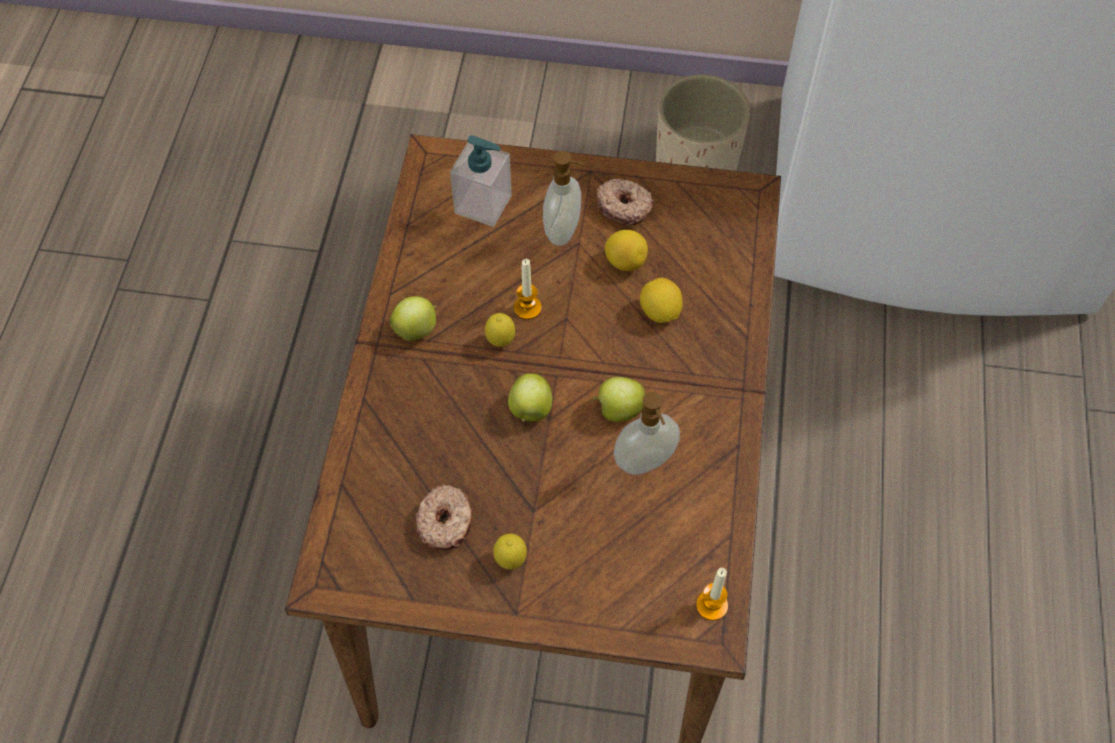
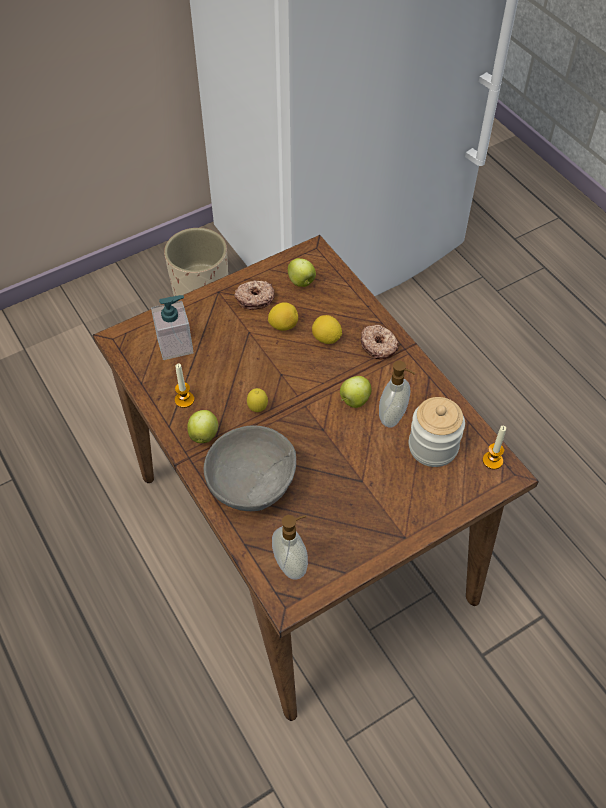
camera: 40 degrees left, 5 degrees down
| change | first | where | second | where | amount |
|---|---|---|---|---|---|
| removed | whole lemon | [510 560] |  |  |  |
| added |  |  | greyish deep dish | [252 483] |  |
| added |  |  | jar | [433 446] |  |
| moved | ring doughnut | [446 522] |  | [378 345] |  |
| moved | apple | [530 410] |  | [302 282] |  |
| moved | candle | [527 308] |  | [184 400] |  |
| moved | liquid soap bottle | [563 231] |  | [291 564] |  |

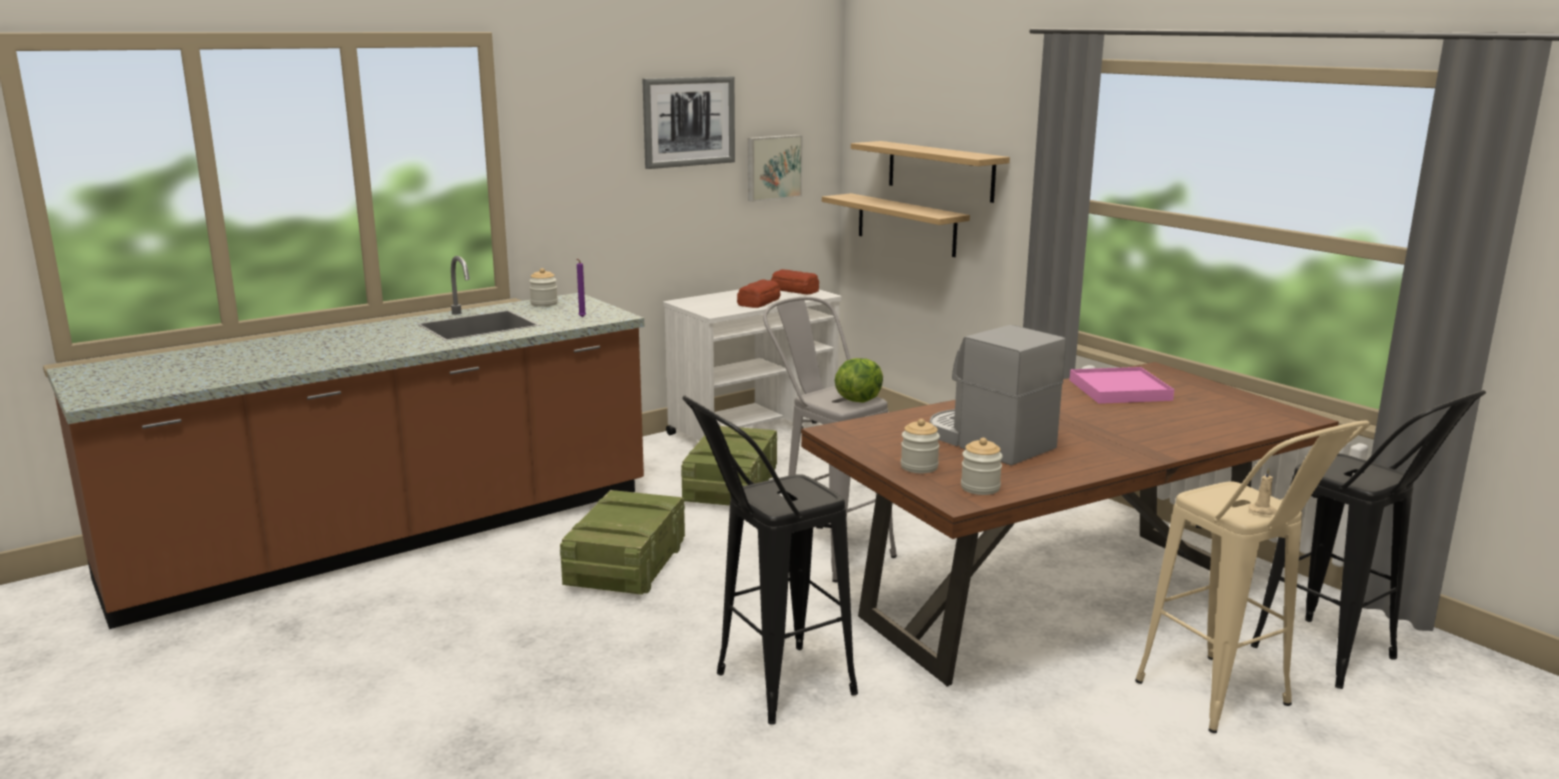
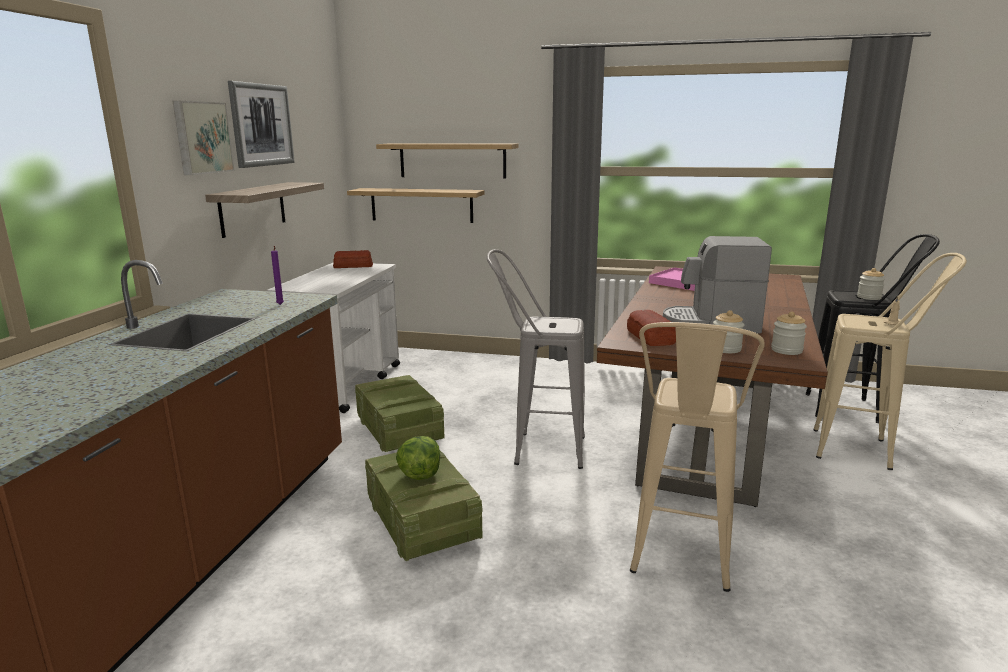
camera: 40 degrees left, 0 degrees up
| change | first | where | second | where | amount |
|---|---|---|---|---|---|
| added |  |  | bracket shelf | [253 208] |  |
| moved | jar | [544 304] |  | [869 297] |  |
| moved | bakery bread | [758 302] |  | [650 337] |  |
| moved | wall picture | [773 167] |  | [201 137] |  |
| moved | lettuce | [858 400] |  | [419 475] |  |
| recoloured | blackish sitting stool | [767 690] | sand-coloured sitting stool | [680 567] |  |

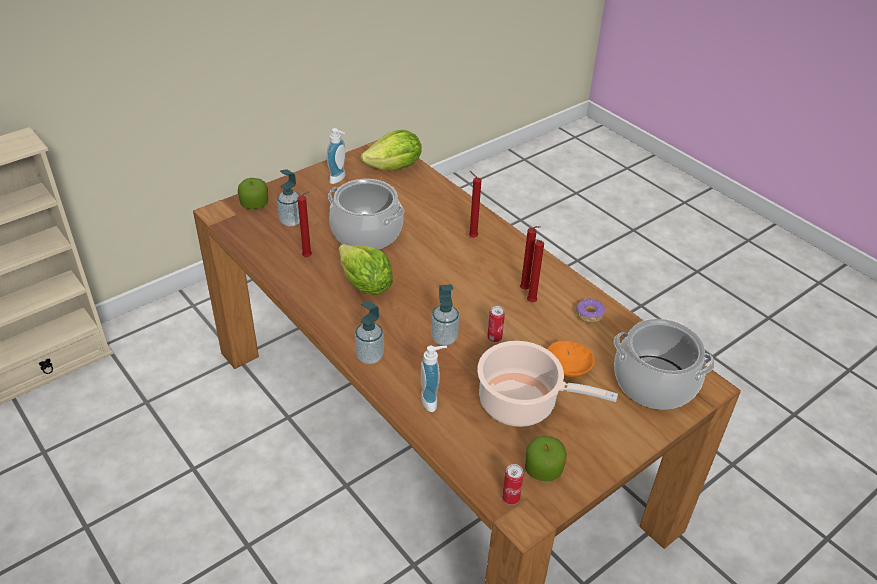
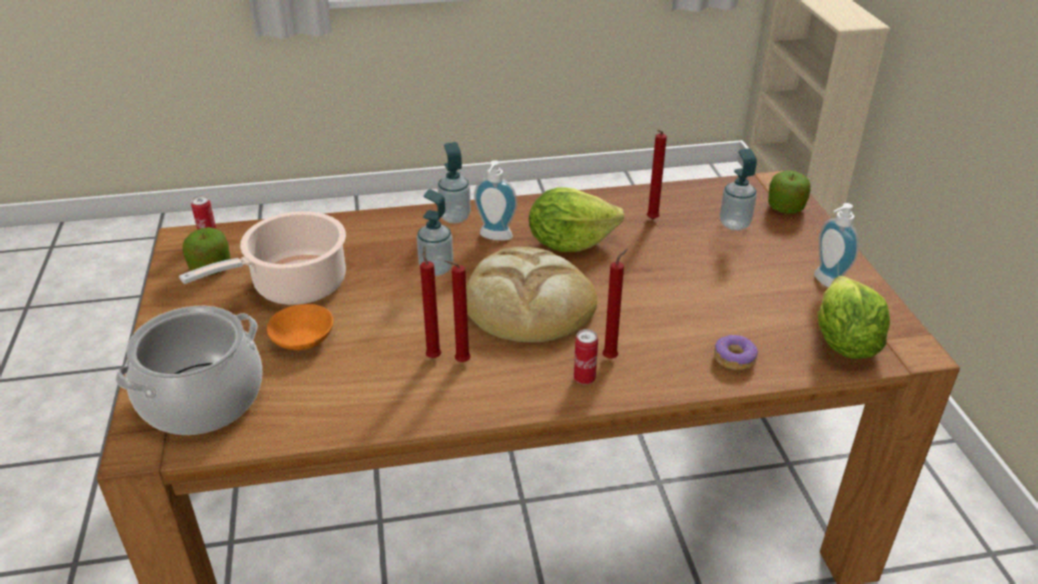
camera: 120 degrees right, 5 degrees down
| change | first | where | second | where | amount |
|---|---|---|---|---|---|
| removed | stockpot | [367 232] |  |  |  |
| added |  |  | bakery bread | [528 302] |  |
| moved | liquid soap bottle | [432 400] |  | [495 238] |  |
| moved | can | [494 338] |  | [584 378] |  |
| moved | ring doughnut | [589 315] |  | [734 358] |  |

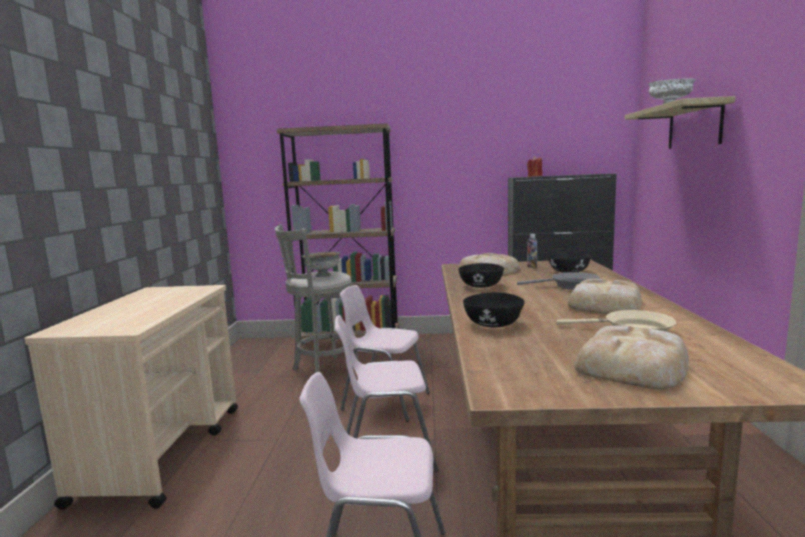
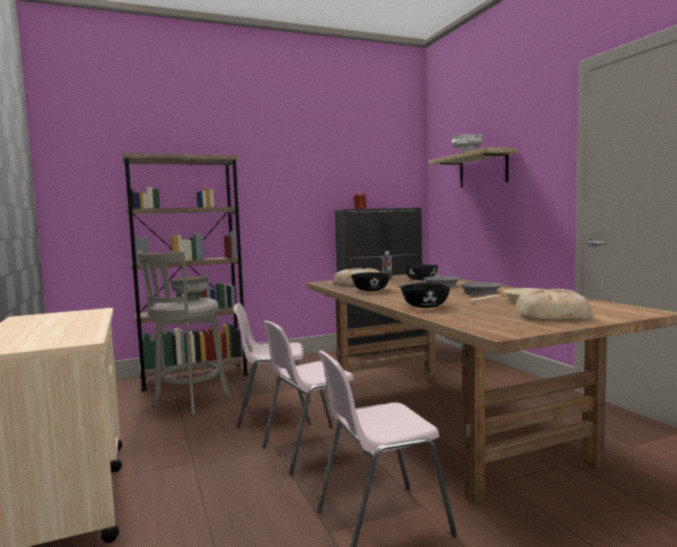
camera: 25 degrees left, 5 degrees down
| change | first | where | second | where | amount |
|---|---|---|---|---|---|
| replaced | bakery bread | [603 305] | greyish pan | [480 292] |  |

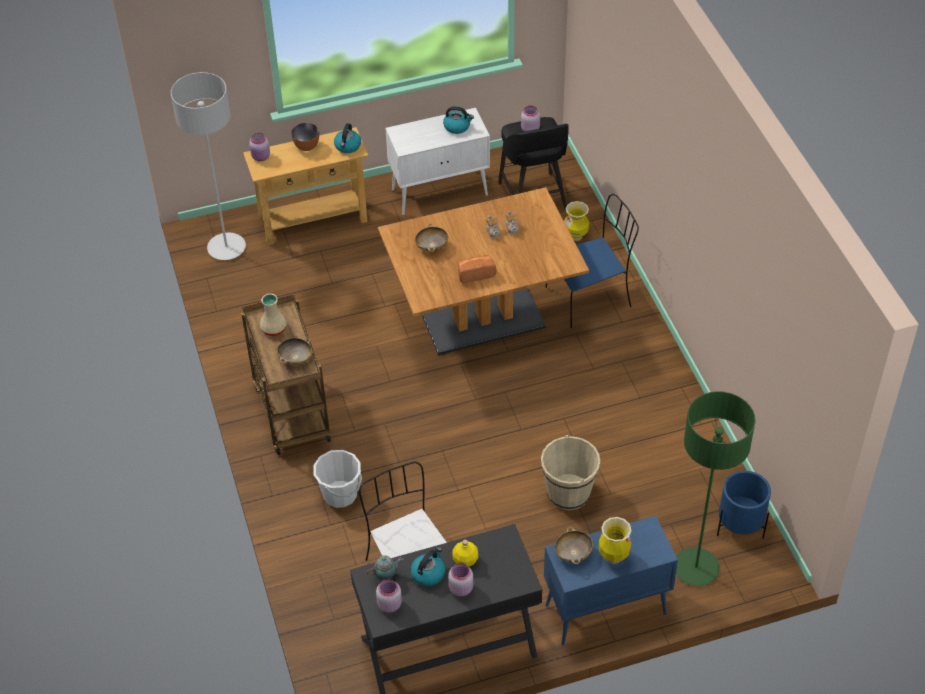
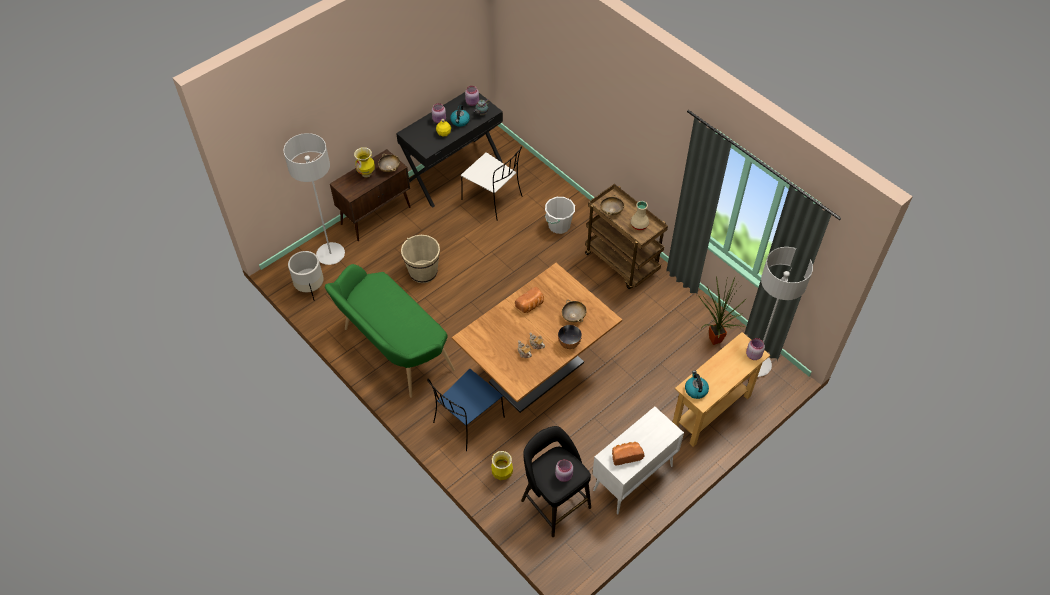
camera: 155 degrees right, 5 degrees up
| change | first | where | second | where | amount |
|---|---|---|---|---|---|
| added |  |  | green long seat | [393 351] |  |
| added |  |  | houseplant | [712 340] |  |
| moved | deep dish | [307 146] |  | [569 343] |  |
| replaced | kettle | [457 127] | bakery bread | [626 455] |  |
| recoloured | blue storage cabinet | [604 610] | brownish storage cabinet | [376 215] |  |
| recoloured | green standing lamp | [696 568] | greyish standing lamp | [330 254] |  |
| recoloured | blue planter | [739 526] | white-coloured planter | [310 287] |  |

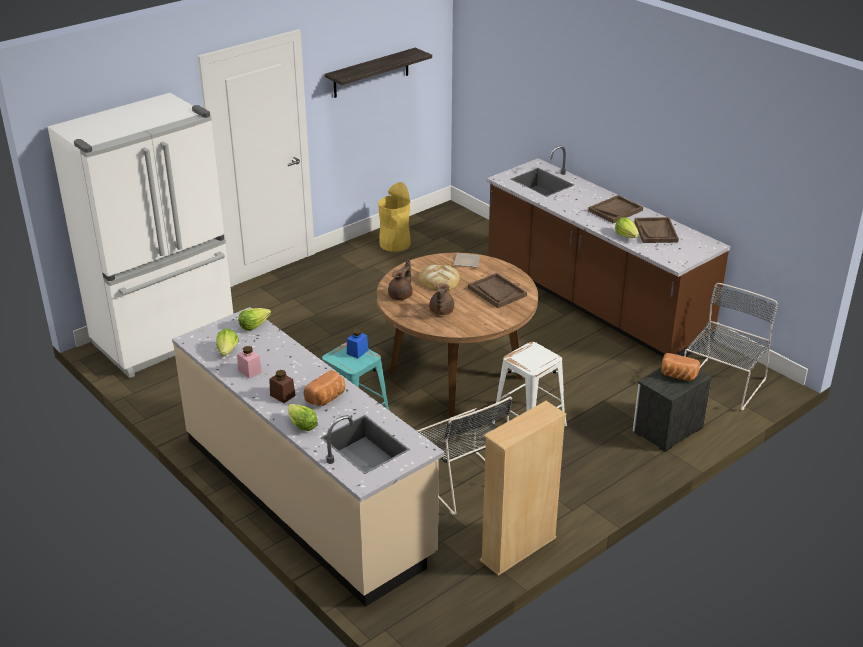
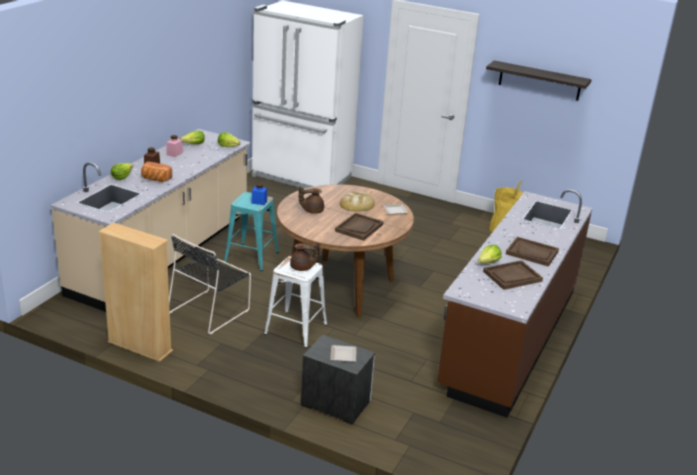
camera: 65 degrees right, 5 degrees down
| change | first | where | second | where | amount |
|---|---|---|---|---|---|
| removed | greyish plain chair | [722 385] |  |  |  |
| moved | brownish teapot | [401 295] |  | [302 268] |  |
| replaced | bakery bread | [677 376] | plate | [344 354] |  |

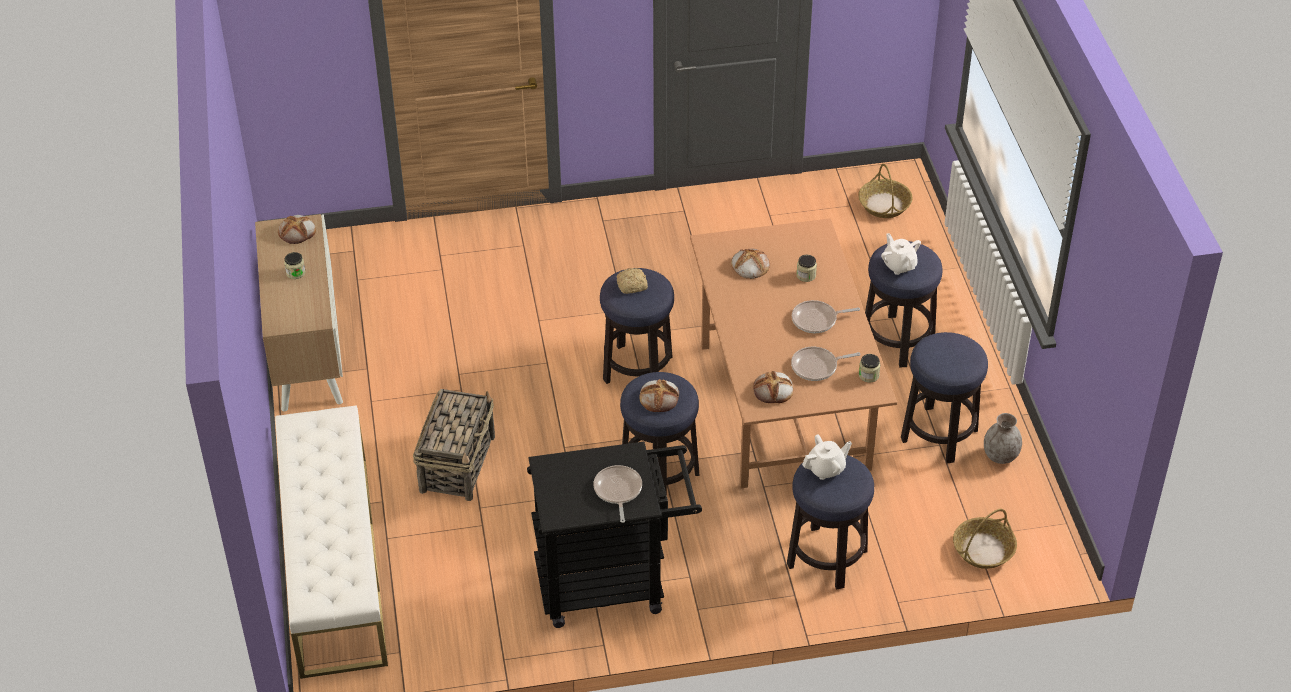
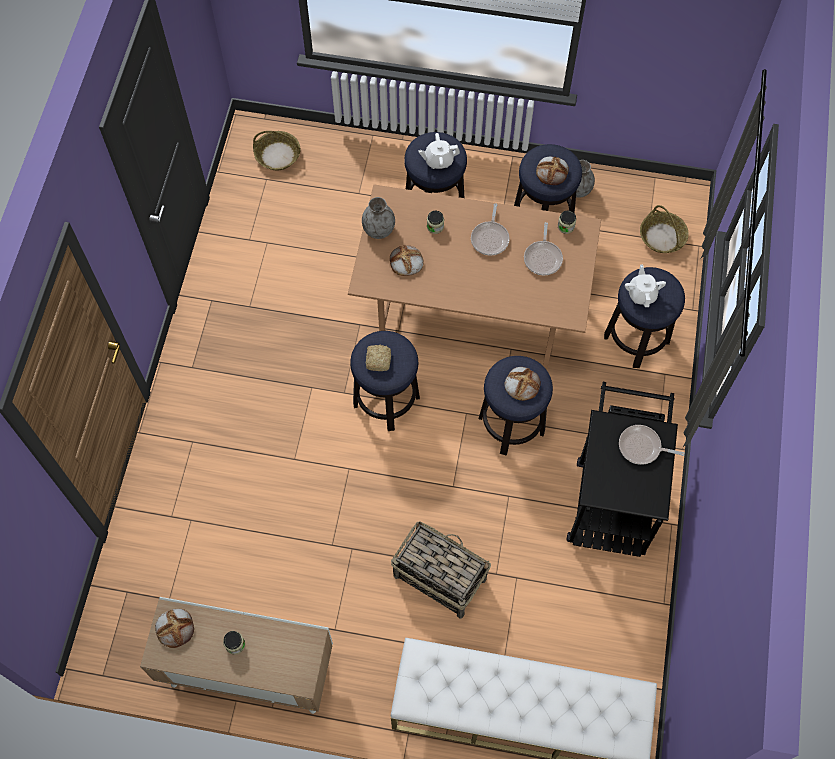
camera: 70 degrees left, 20 degrees up
| change | first | where | second | where | amount |
|---|---|---|---|---|---|
| added |  |  | greyish vase | [379 229] |  |
| moved | bakery bread | [773 390] |  | [552 172] |  |

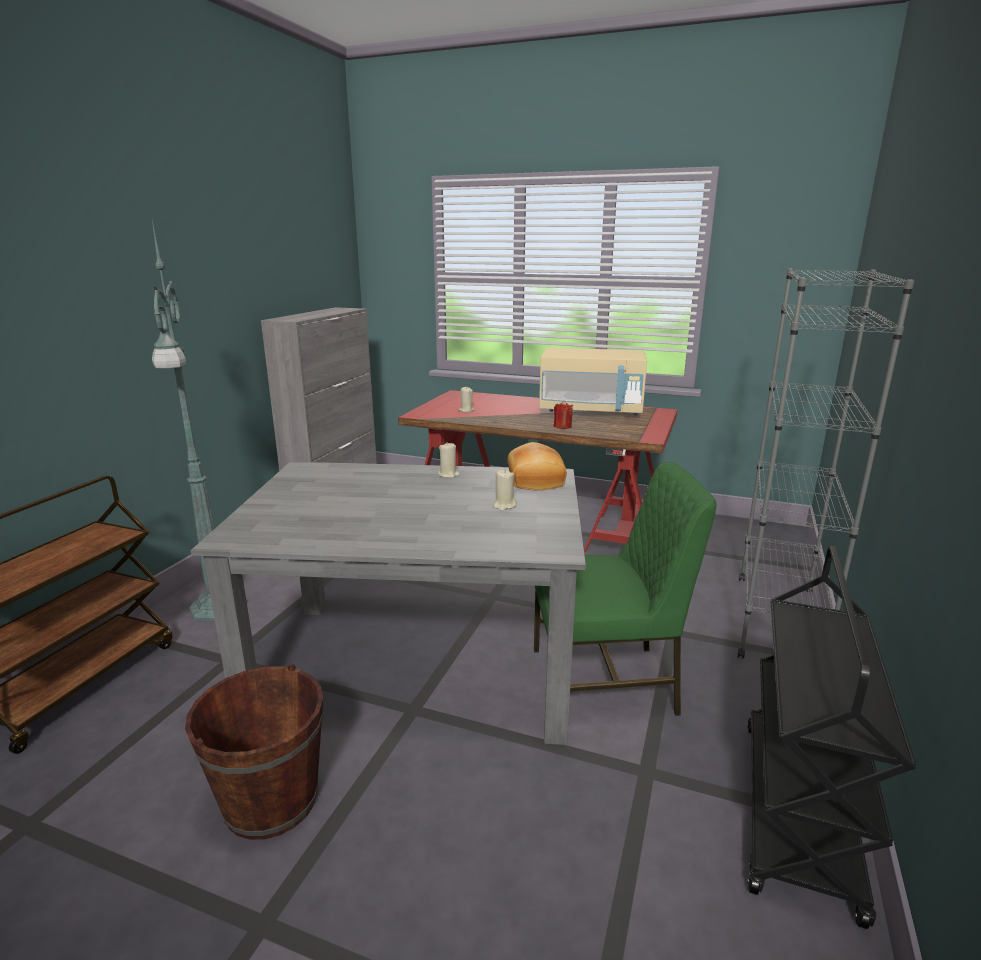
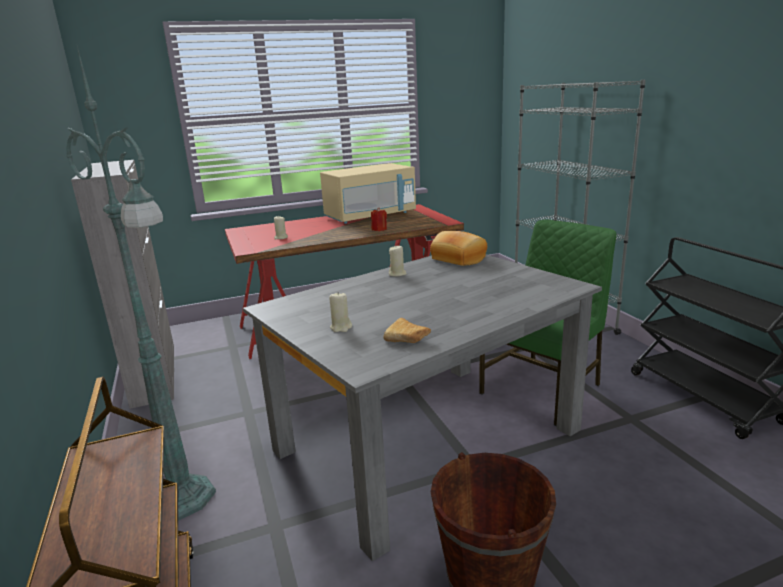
camera: 40 degrees left, 0 degrees up
| change | first | where | second | where | amount |
|---|---|---|---|---|---|
| added |  |  | bakery bread | [408 339] |  |
| moved | sand-coloured candle | [504 506] |  | [341 327] |  |

